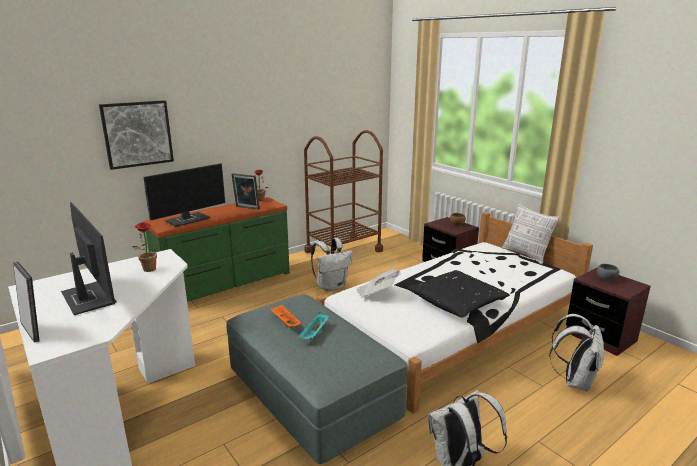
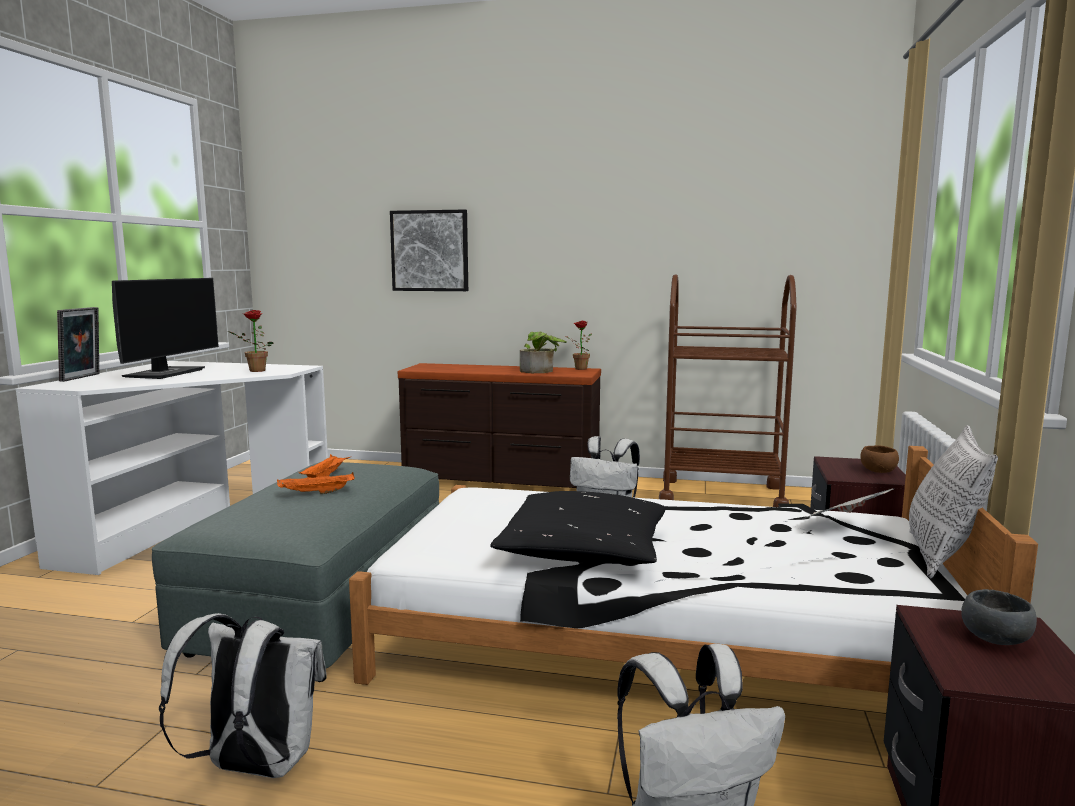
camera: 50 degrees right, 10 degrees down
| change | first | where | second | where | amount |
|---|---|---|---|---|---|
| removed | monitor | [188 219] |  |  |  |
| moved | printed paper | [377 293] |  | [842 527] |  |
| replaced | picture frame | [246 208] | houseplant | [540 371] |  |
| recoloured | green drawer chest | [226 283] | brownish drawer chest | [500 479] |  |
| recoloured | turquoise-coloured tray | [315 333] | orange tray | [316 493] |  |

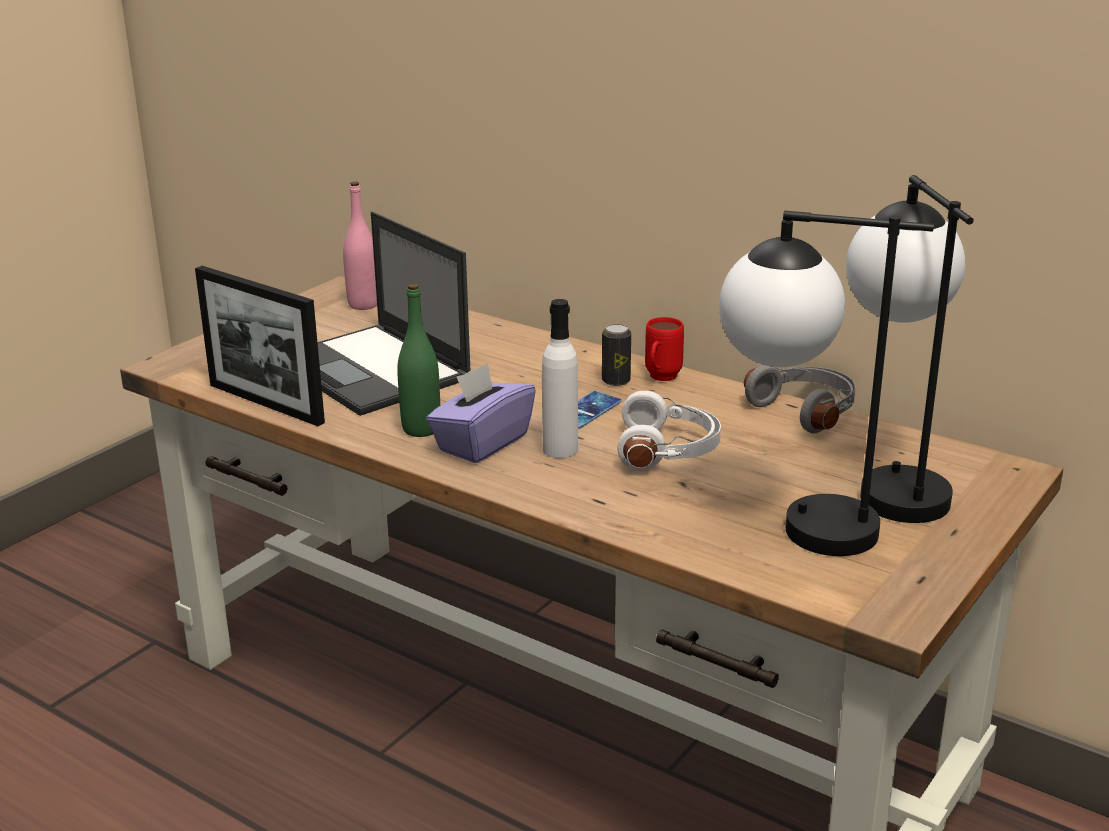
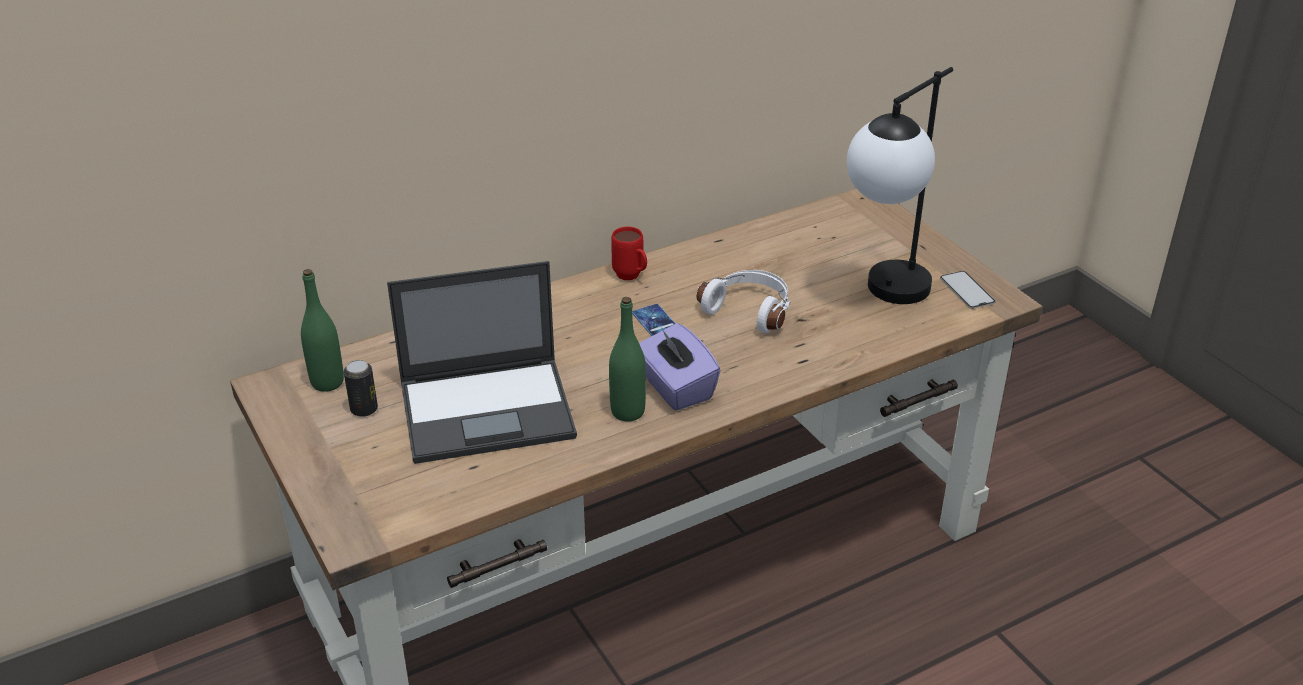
camera: 65 degrees left, 10 degrees up
| change | first | where | second | where | amount |
|---|---|---|---|---|---|
| removed | picture frame | [266 403] |  |  |  |
| removed | white-coloured bottle | [560 449] |  |  |  |
| removed | greyish pair of headphones | [806 411] |  |  |  |
| removed | tabletop lamp | [890 482] |  |  |  |
| added |  |  | phone | [967 290] |  |
| moved | can | [616 381] |  | [364 409] |  |
| recoloured | pinkish bottle | [363 304] | green bottle | [327 382] |  |

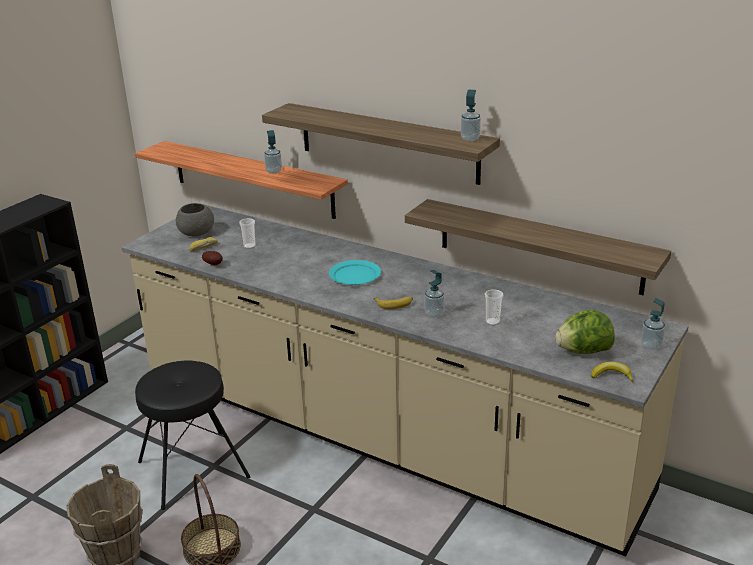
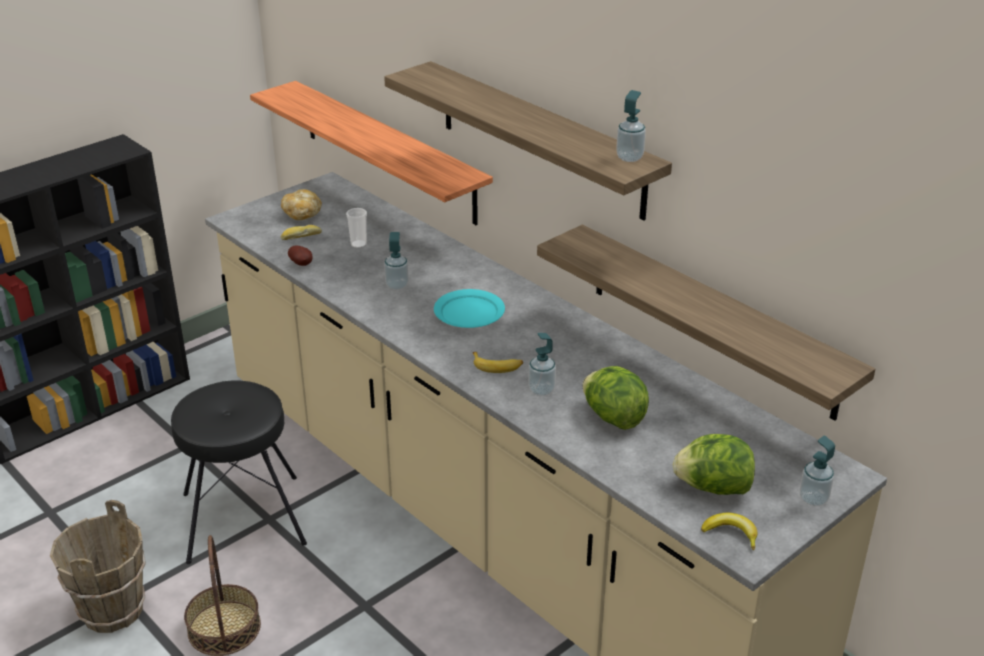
camera: 15 degrees right, 5 degrees up
| change | first | where | second | where | amount |
|---|---|---|---|---|---|
| moved | liquid soap bottle | [274 171] |  | [397 285] |  |
| replaced | greyish deep dish | [196 233] | bakery bread | [302 214] |  |
| replaced | cup | [492 322] | lettuce | [613 417] |  |

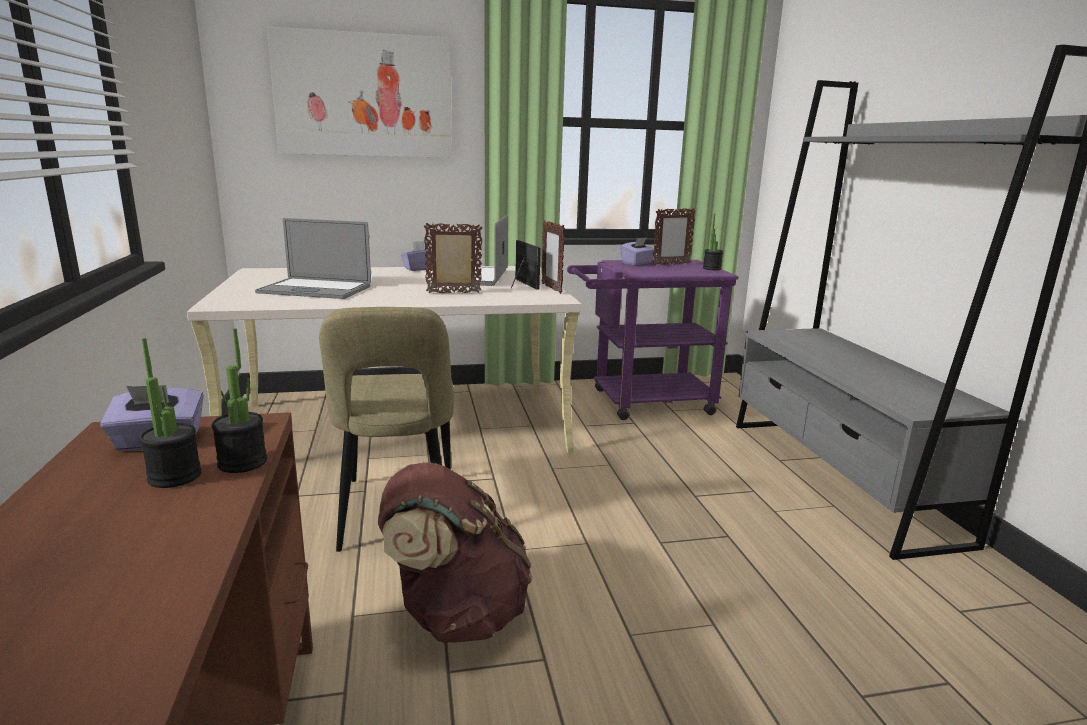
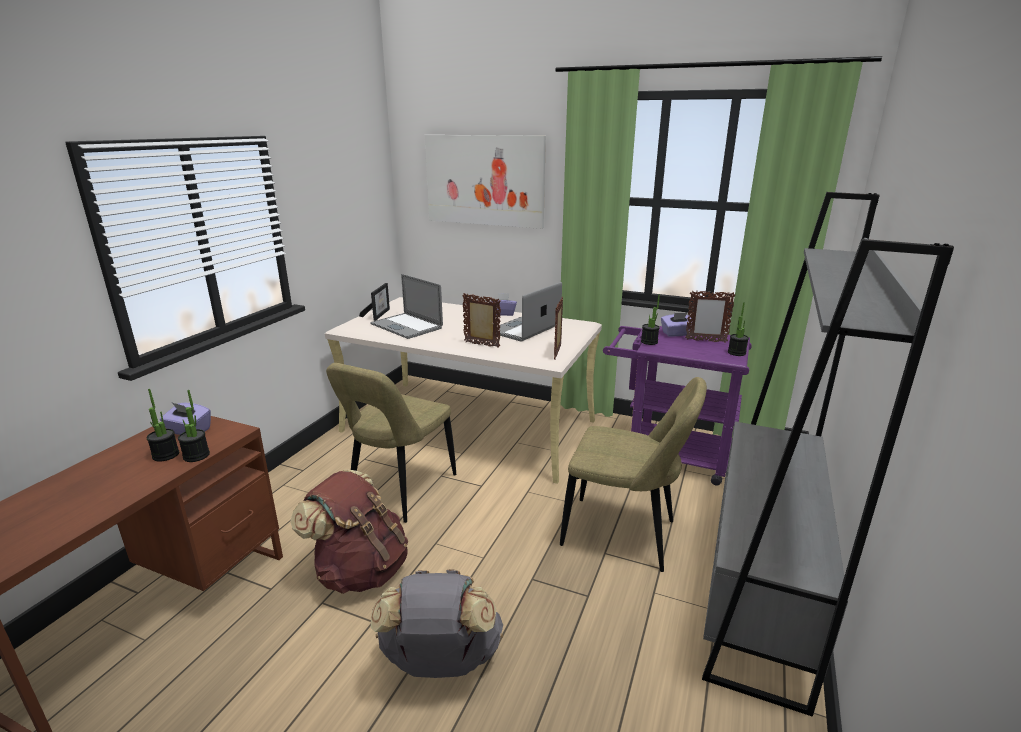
camera: 35 degrees right, 5 degrees up
| change | first | where | second | where | amount |
|---|---|---|---|---|---|
| added |  |  | greyish backpack | [441 662] |  |
| added |  |  | sand-coloured plain chair | [624 535] |  |
| added |  |  | houseplant | [649 342] |  |
| moved | picture frame | [521 284] |  | [378 314] |  |

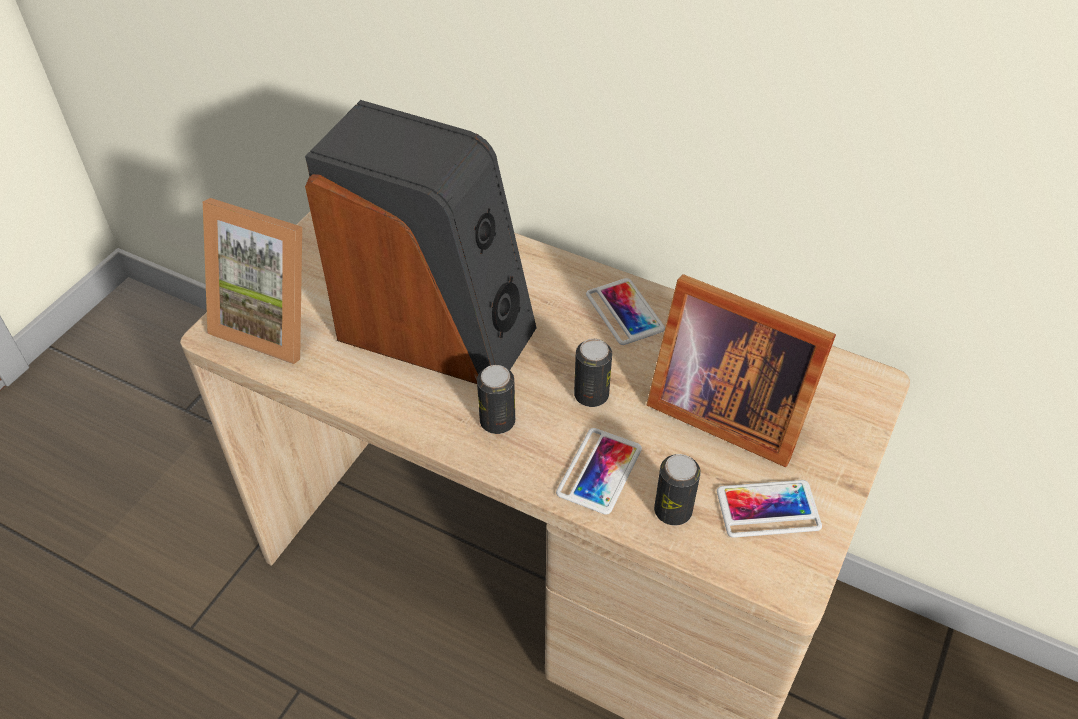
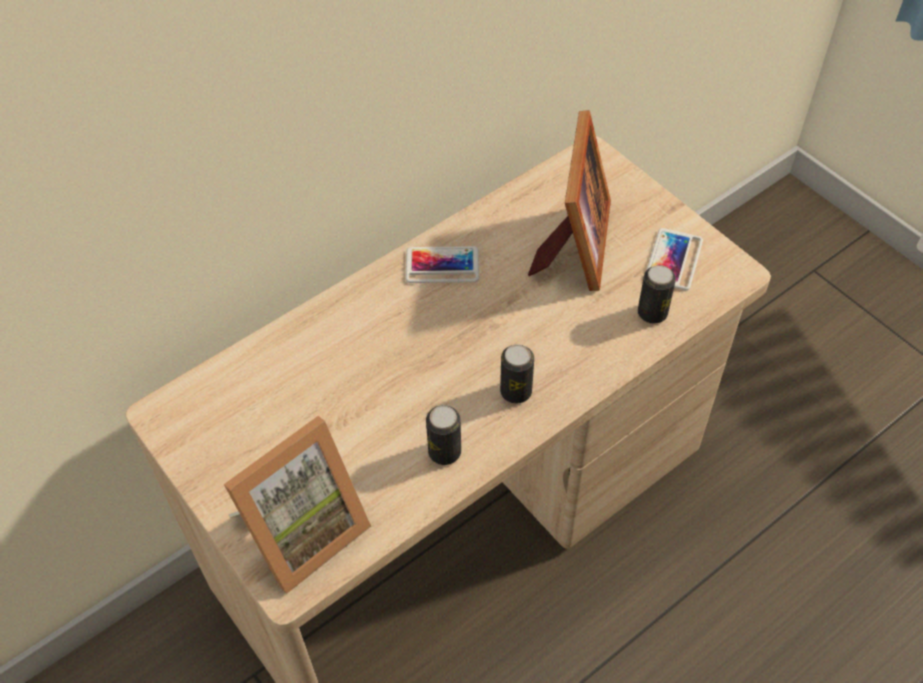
camera: 65 degrees left, 5 degrees up
| change | first | where | second | where | amount |
|---|---|---|---|---|---|
| removed | speaker | [437 329] |  |  |  |
| removed | phone | [599 471] |  |  |  |
| moved | can | [591 395] |  | [444 452] |  |
| turned | picture frame | [723 408] |  | [573 246] | 45 degrees counterclockwise |

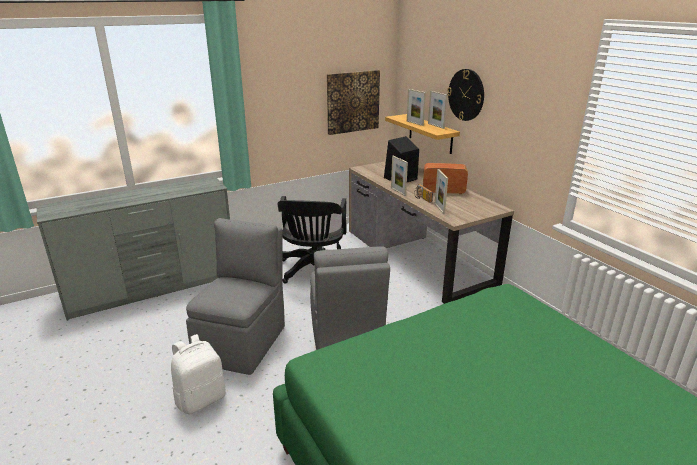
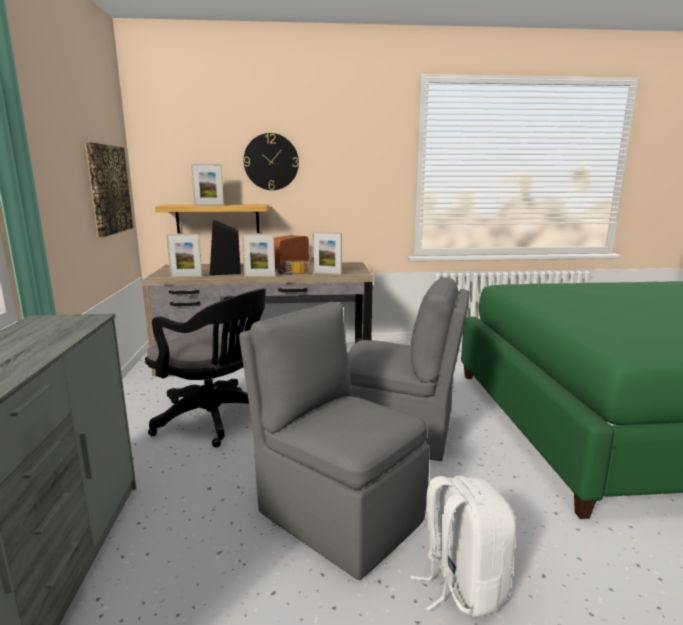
camera: 65 degrees left, 10 degrees down
| change | first | where | second | where | amount |
|---|---|---|---|---|---|
| moved | picture frame | [436 126] |  | [186 277] |  |

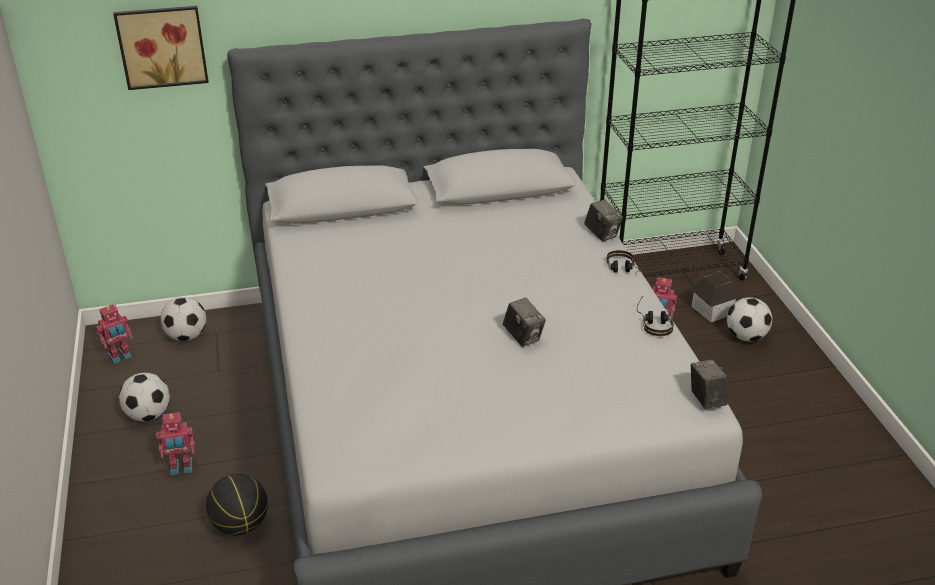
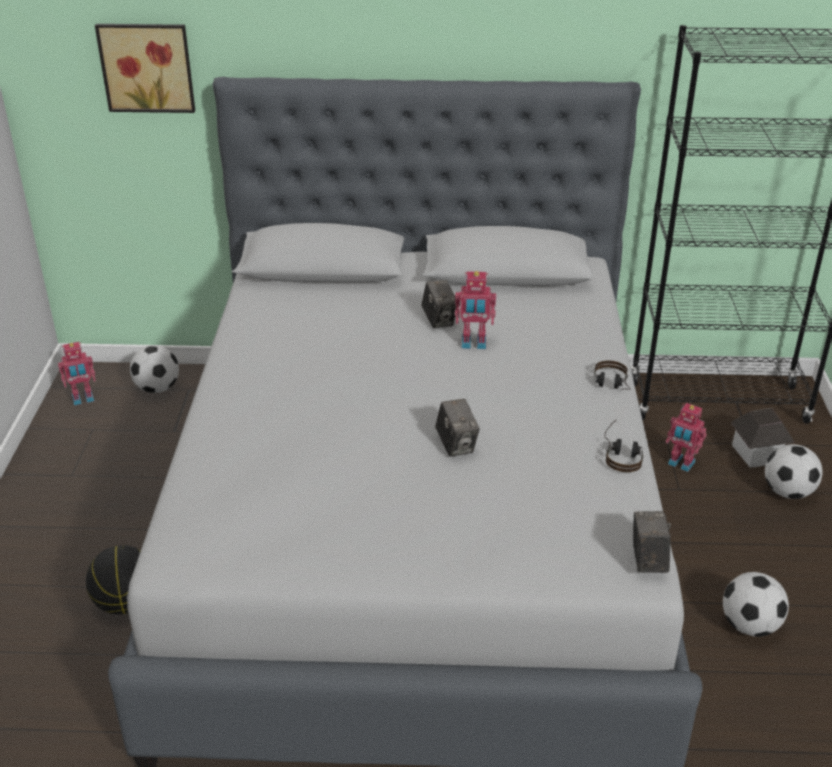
camera: 15 degrees right, 0 degrees up
| change | first | where | second | where | amount |
|---|---|---|---|---|---|
| moved | football | [148 415] |  | [749 625] |  |
| moved | robot figure | [181 468] |  | [473 344] |  |
| moved | still camera | [602 234] |  | [439 320] |  |

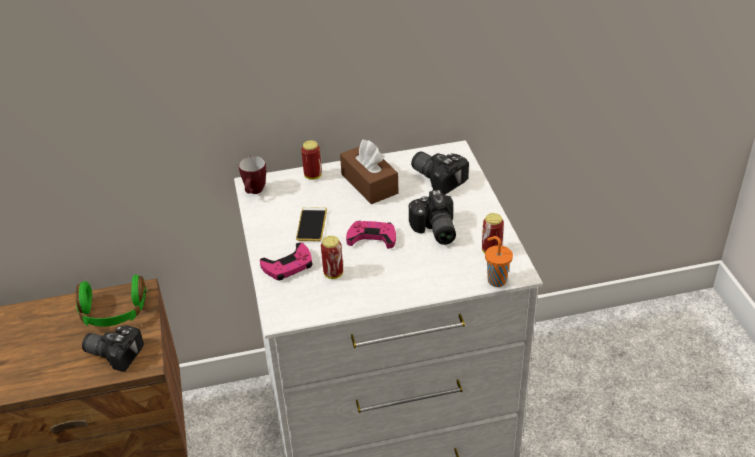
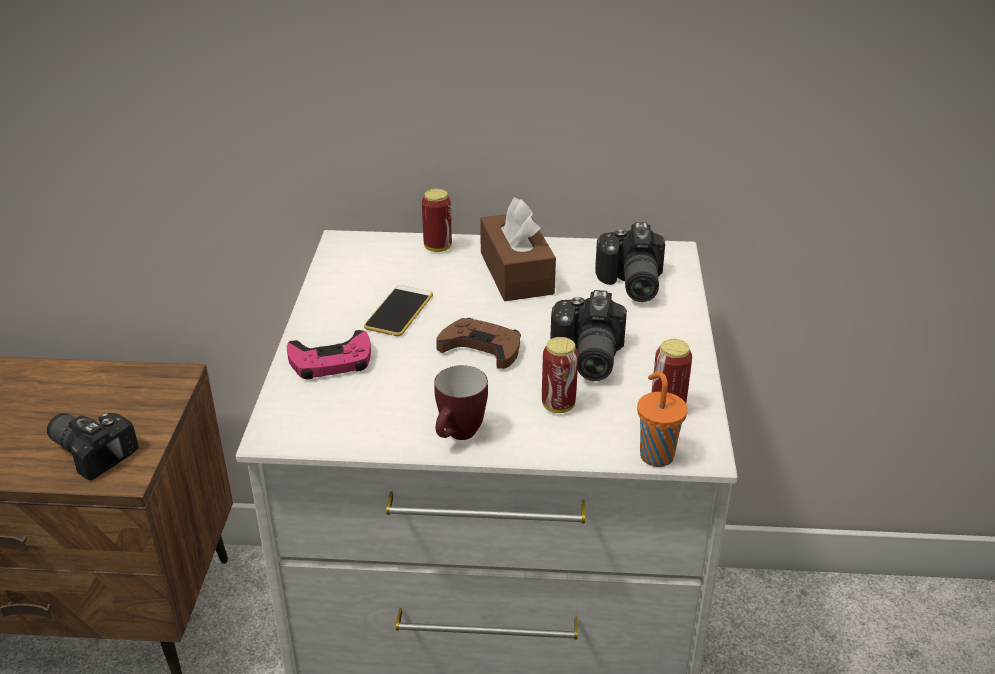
camera: 15 degrees right, 5 degrees down
| change | first | where | second | where | amount |
|---|---|---|---|---|---|
| removed | green pair of headphones | [113 312] |  |  |  |
| moved | tea mug | [255 192] |  | [459 436] |  |
| moved | can | [333 274] |  | [558 405] |  |
| recoloured | pinkish joypad | [372 237] | brownish joypad | [481 348] |  |
| turned | still camera | [439 177] |  | [629 284] | 150 degrees counterclockwise |

